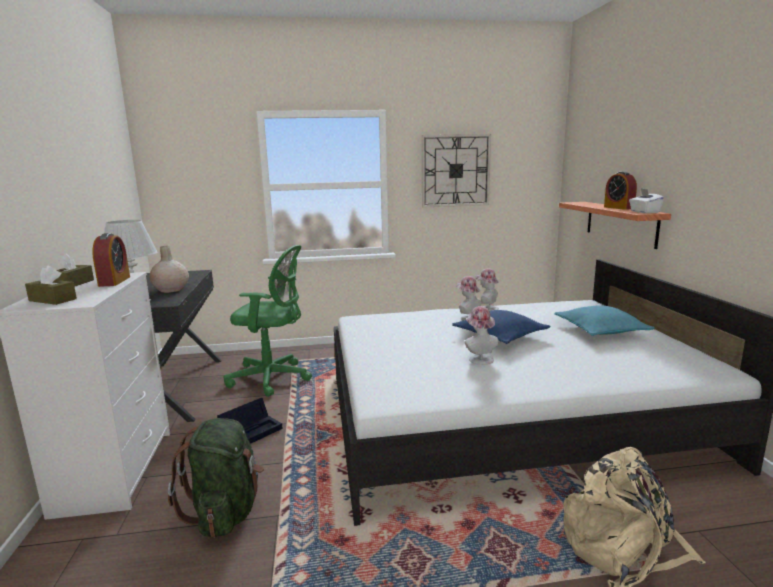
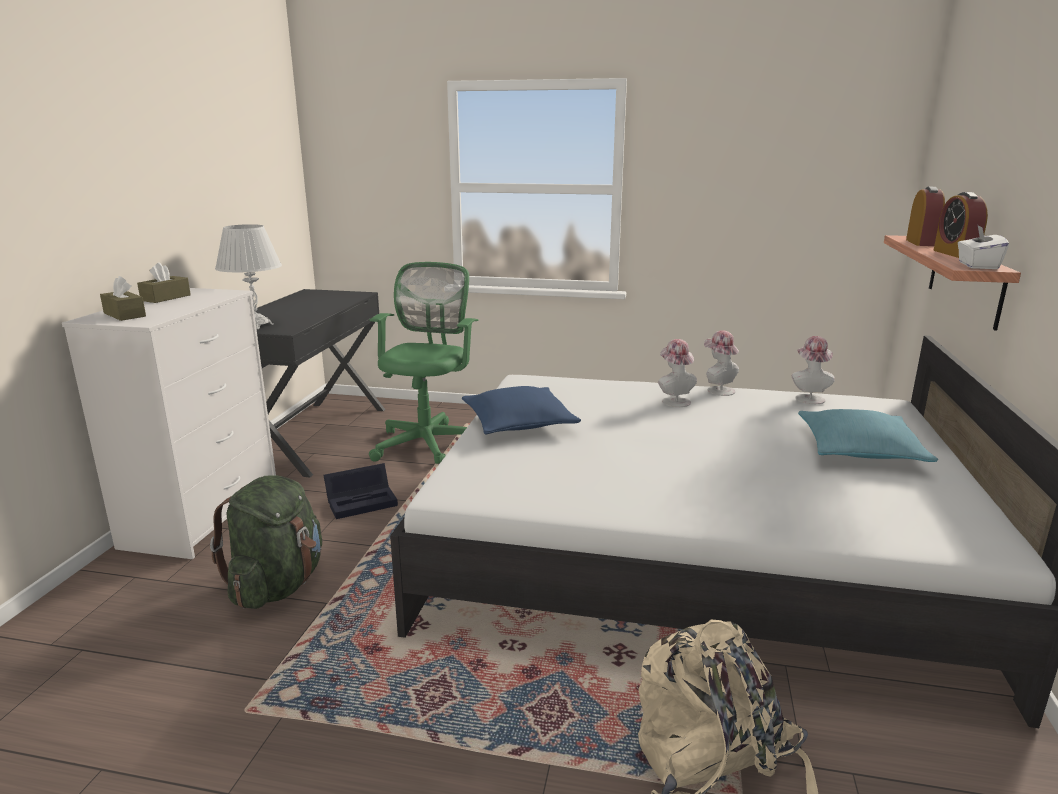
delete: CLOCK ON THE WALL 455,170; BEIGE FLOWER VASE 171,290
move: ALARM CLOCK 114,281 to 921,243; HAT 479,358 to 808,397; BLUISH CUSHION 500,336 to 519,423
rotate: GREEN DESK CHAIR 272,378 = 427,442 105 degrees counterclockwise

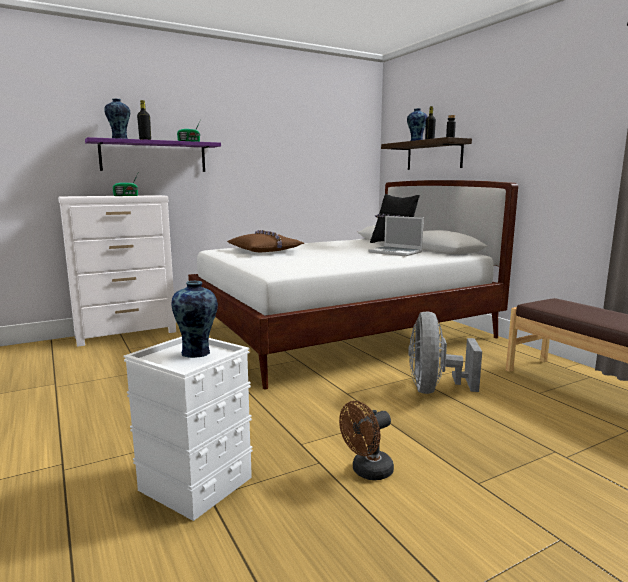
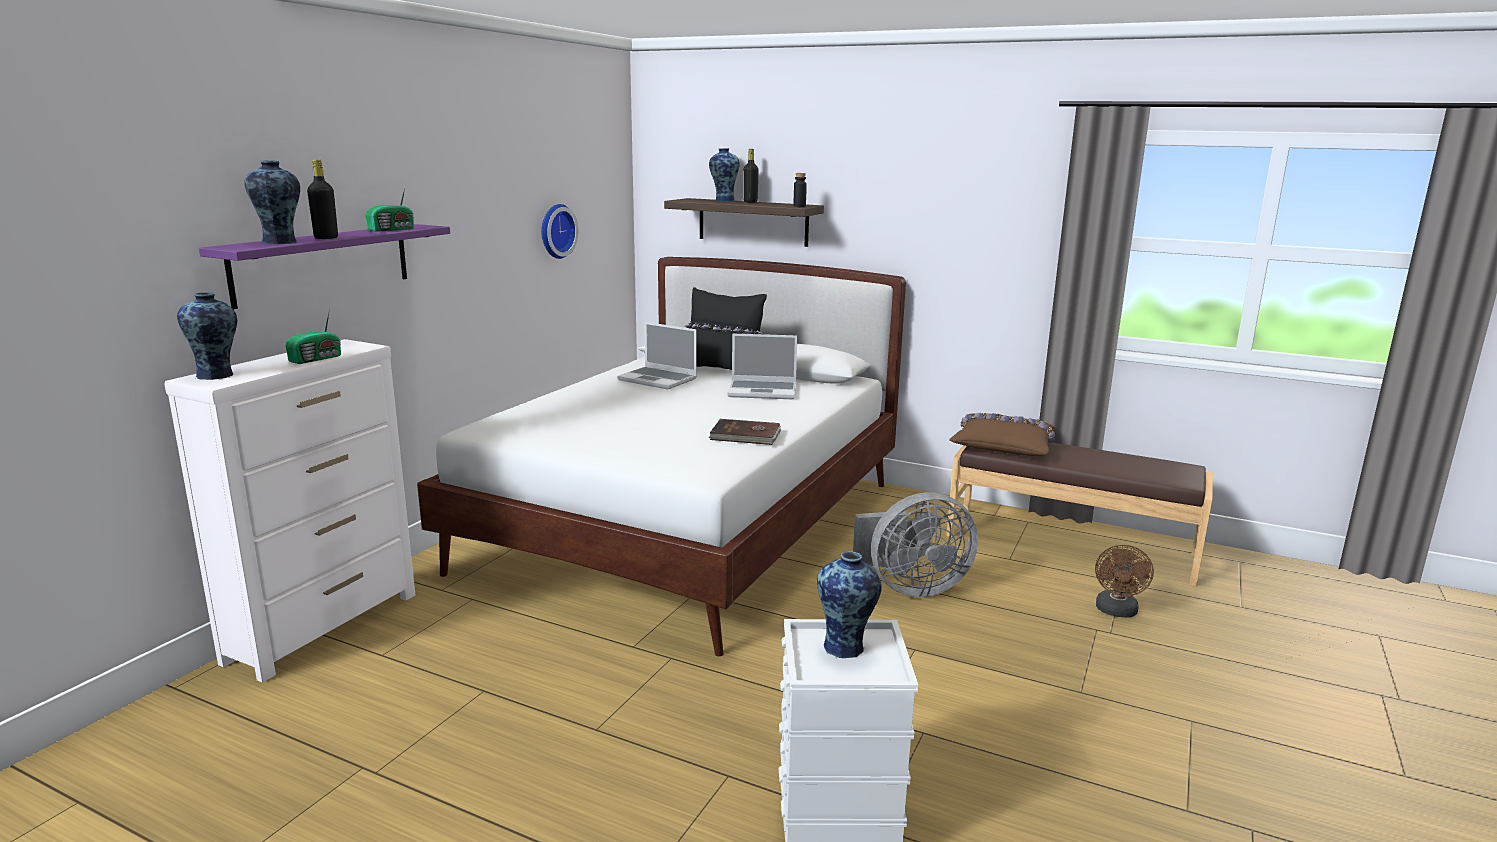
insert: CLOCK ON THE WALL 555,231; FLOWER VASE 217,376; PORTABLE COMPUTER 659,379; BROWN-COLOURED VOLUME 745,436
move: BROWN-COLOURED CUSHION 265,250 to 1003,445; BROWN-COLOURED FAN 367,472 to 1116,612
rotate: GRAY FAN 434,389 = 911,588 75 degrees counterclockwise

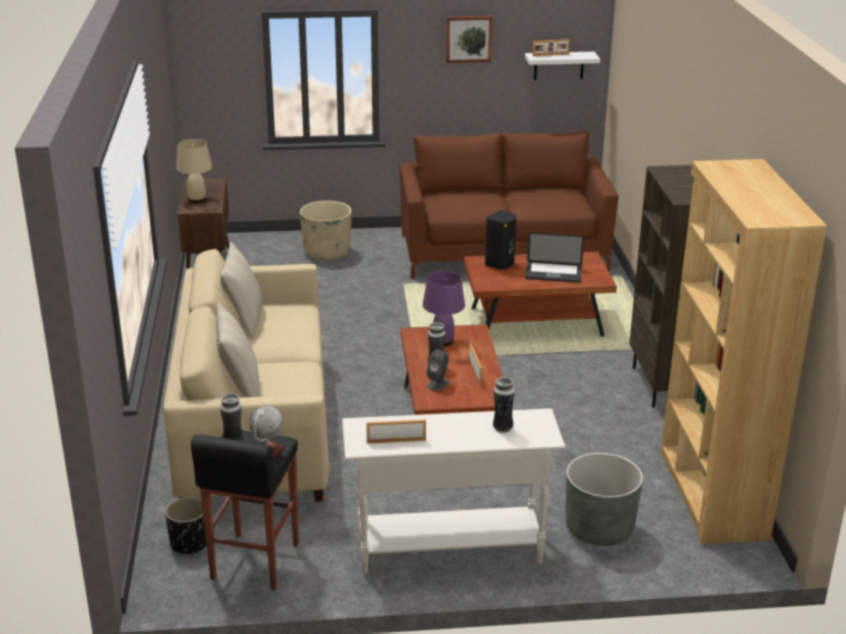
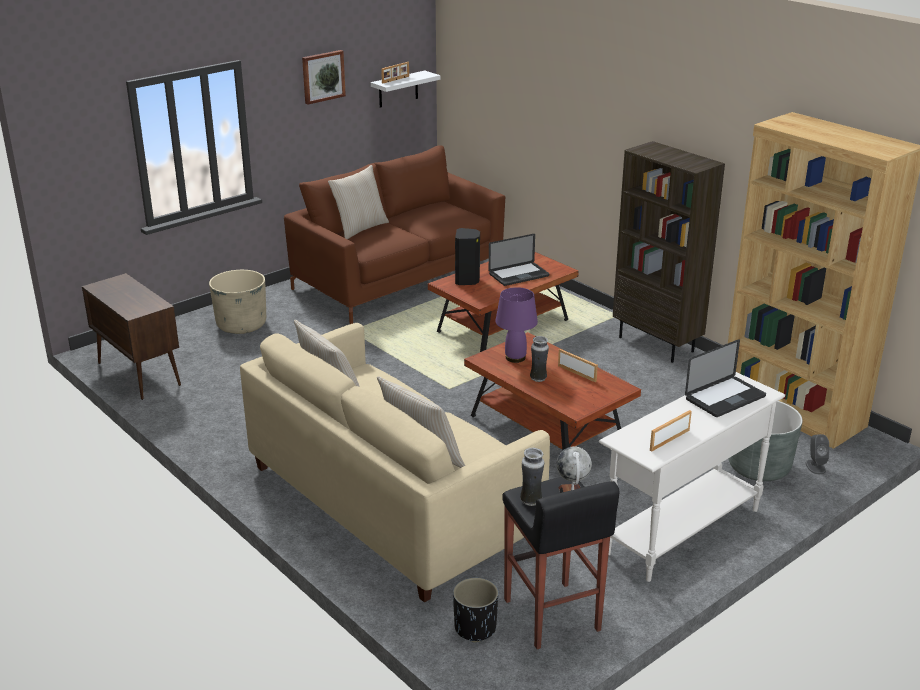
delete: BEIGE TABLE LAMP 197,199
insert: BEIGE CUSHION 360,228
move: GRAY SPEAKER 438,384 to 815,466
replace: FLOWER VASE 502,427 to PORTABLE COMPUTER 725,398

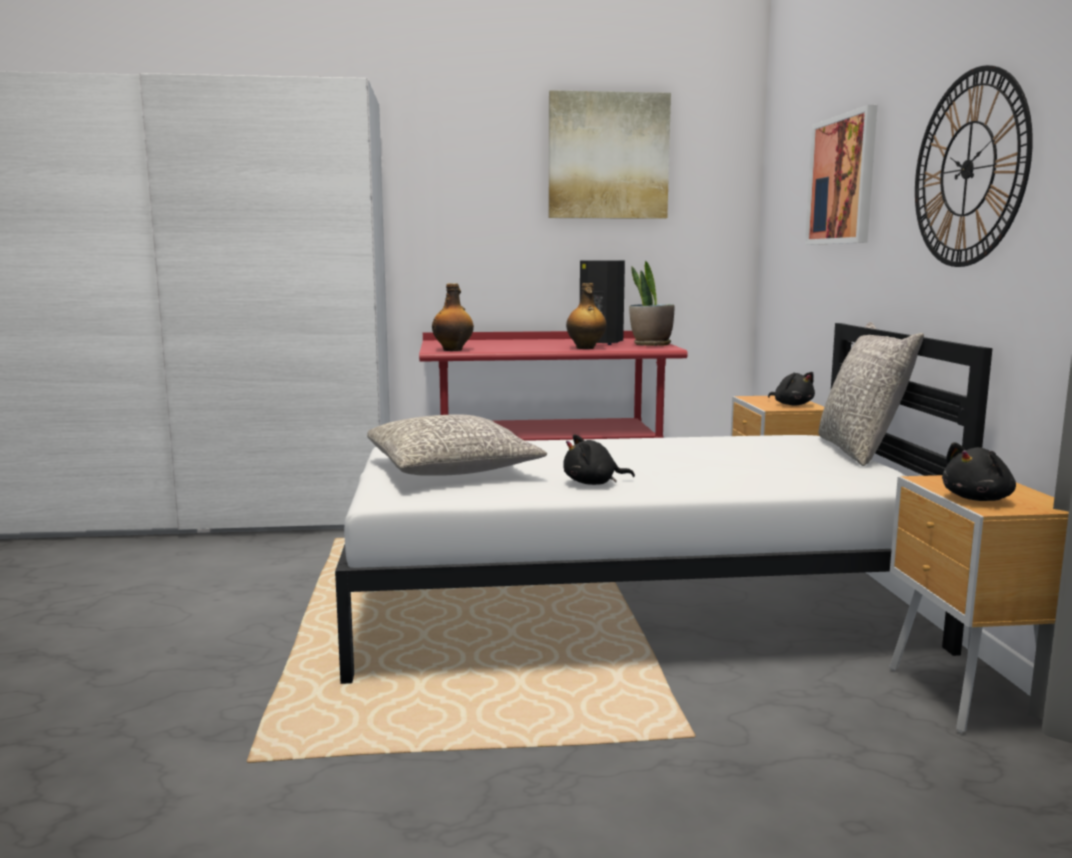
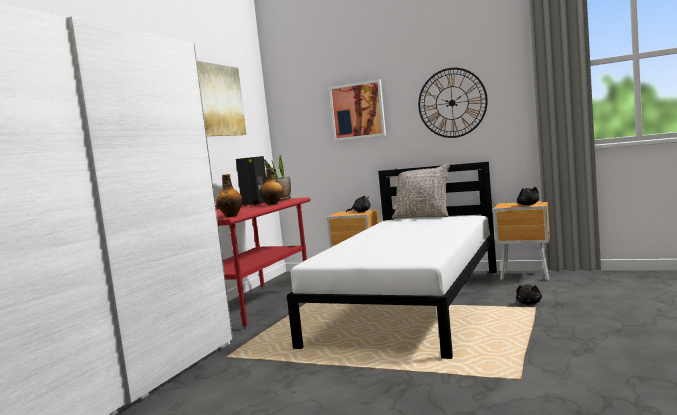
delete: GRAY CUSHION 452,469
move: BLACKISH SOFT TOY 593,483 to 529,303

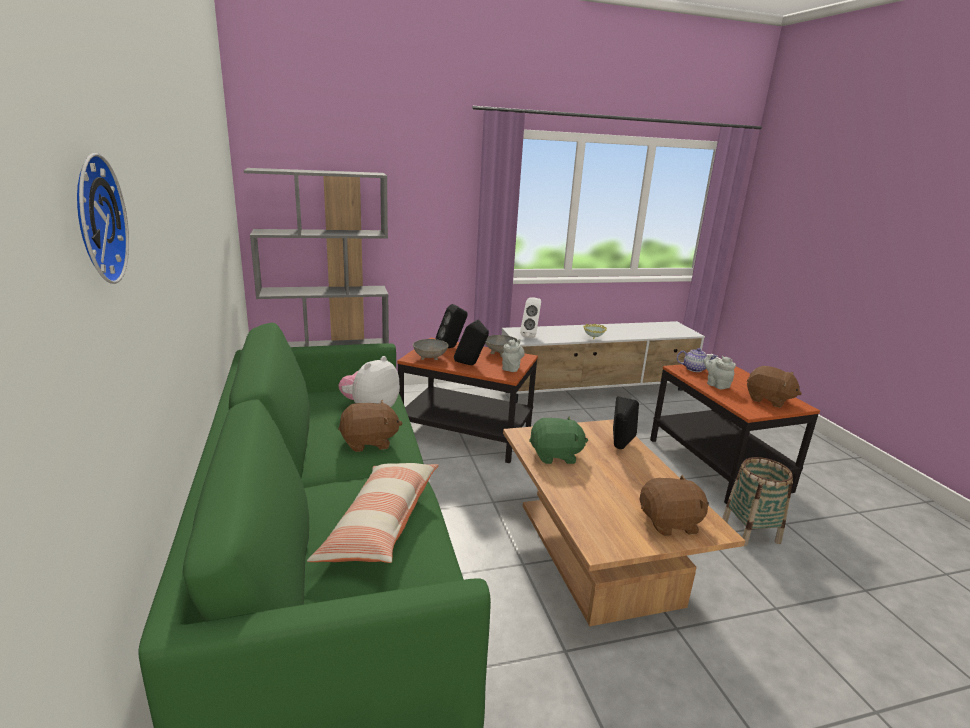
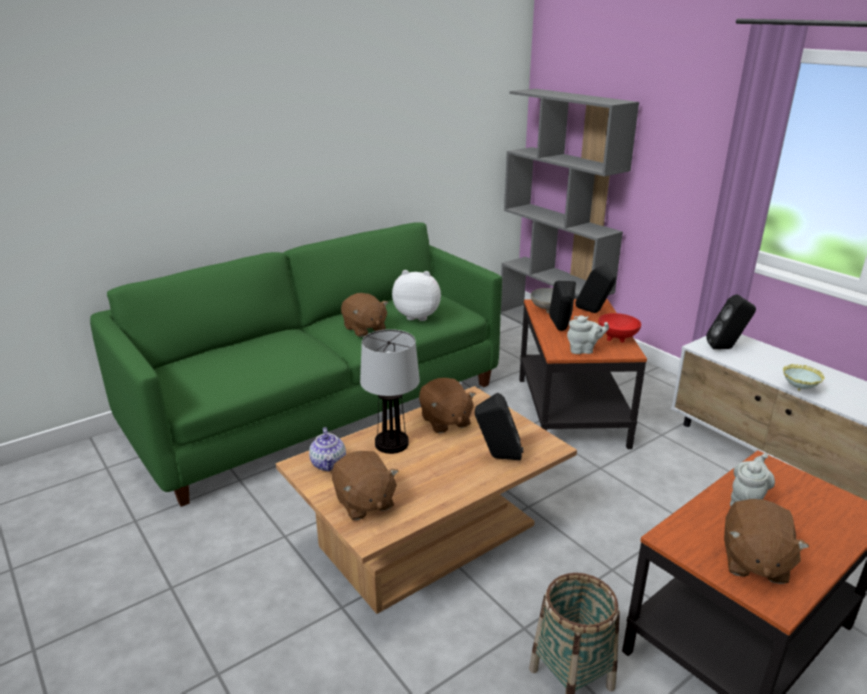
delete: CLOCK ON THE WALL 93,219; CUSHION 381,524
insert: TABLE LAMP 392,444
move: TEA POT 694,369 to 329,464
recolor: WHITISH SPEAKER 531,336 to BLACKISH SPEAKER 726,348; GRAY BOWL 501,353 to RED-COLOURED BOWL 618,338; GREEN SOFT TOY 555,455 to BROWN-COLOURED SOFT TOY 445,421

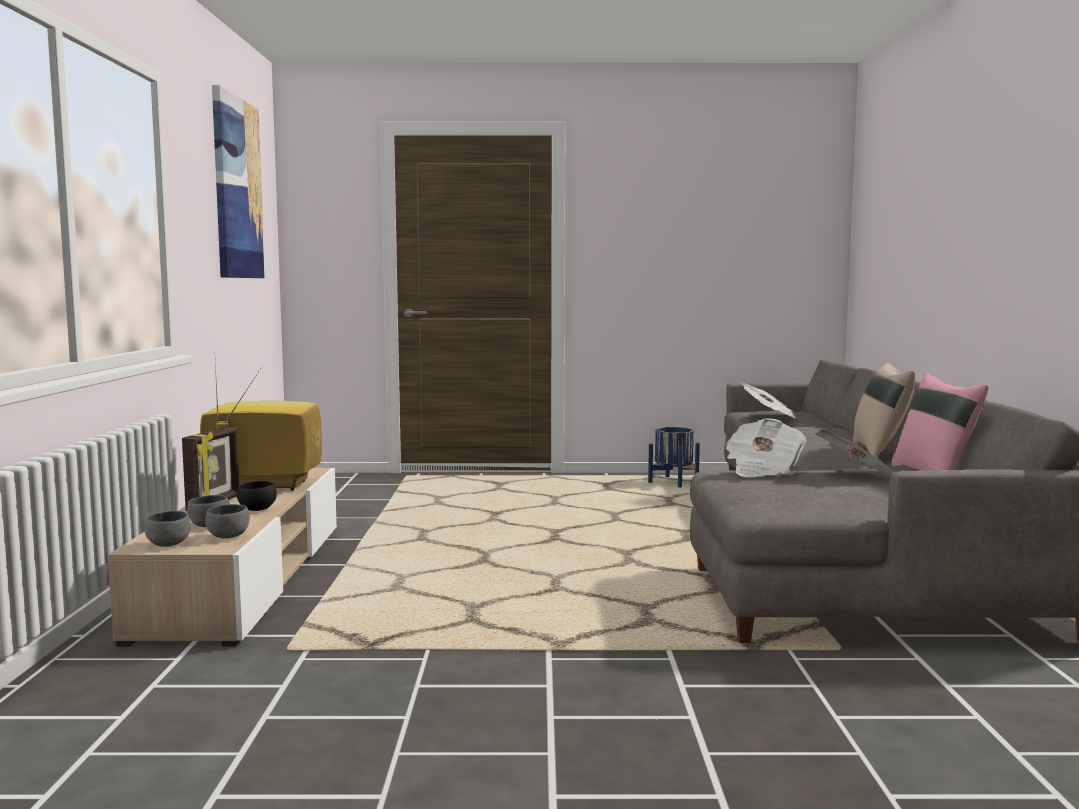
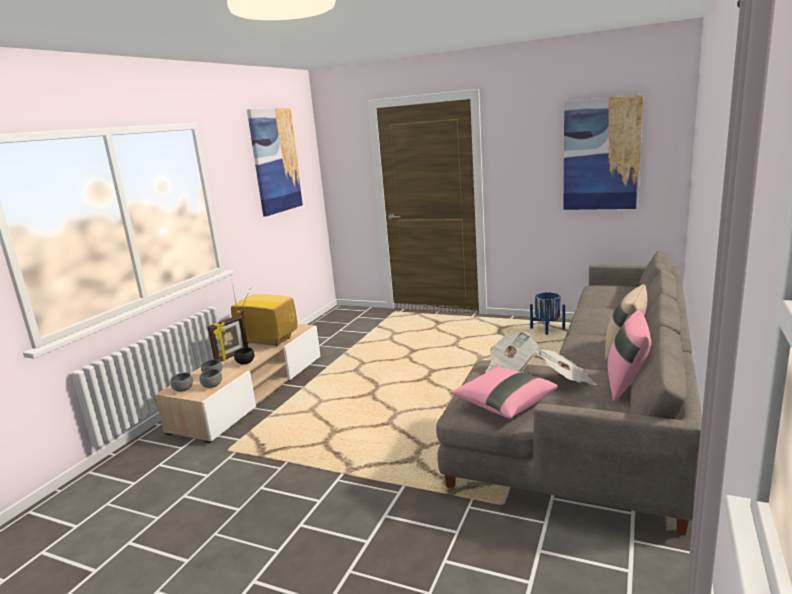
delete: PRINTED PAPER 768,416
insert: WALL ART 601,154; PINK CUSHION 503,404

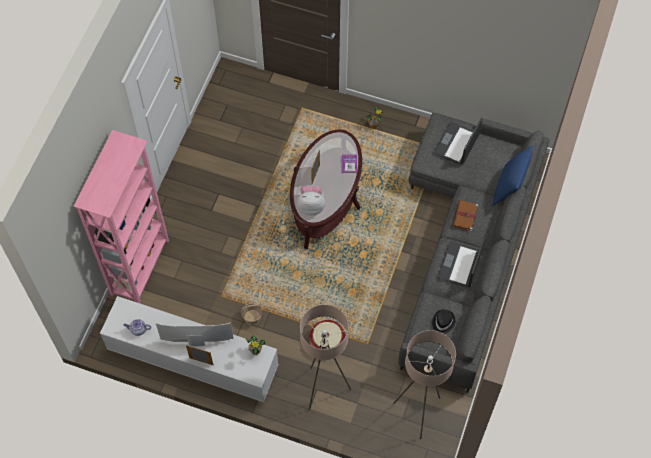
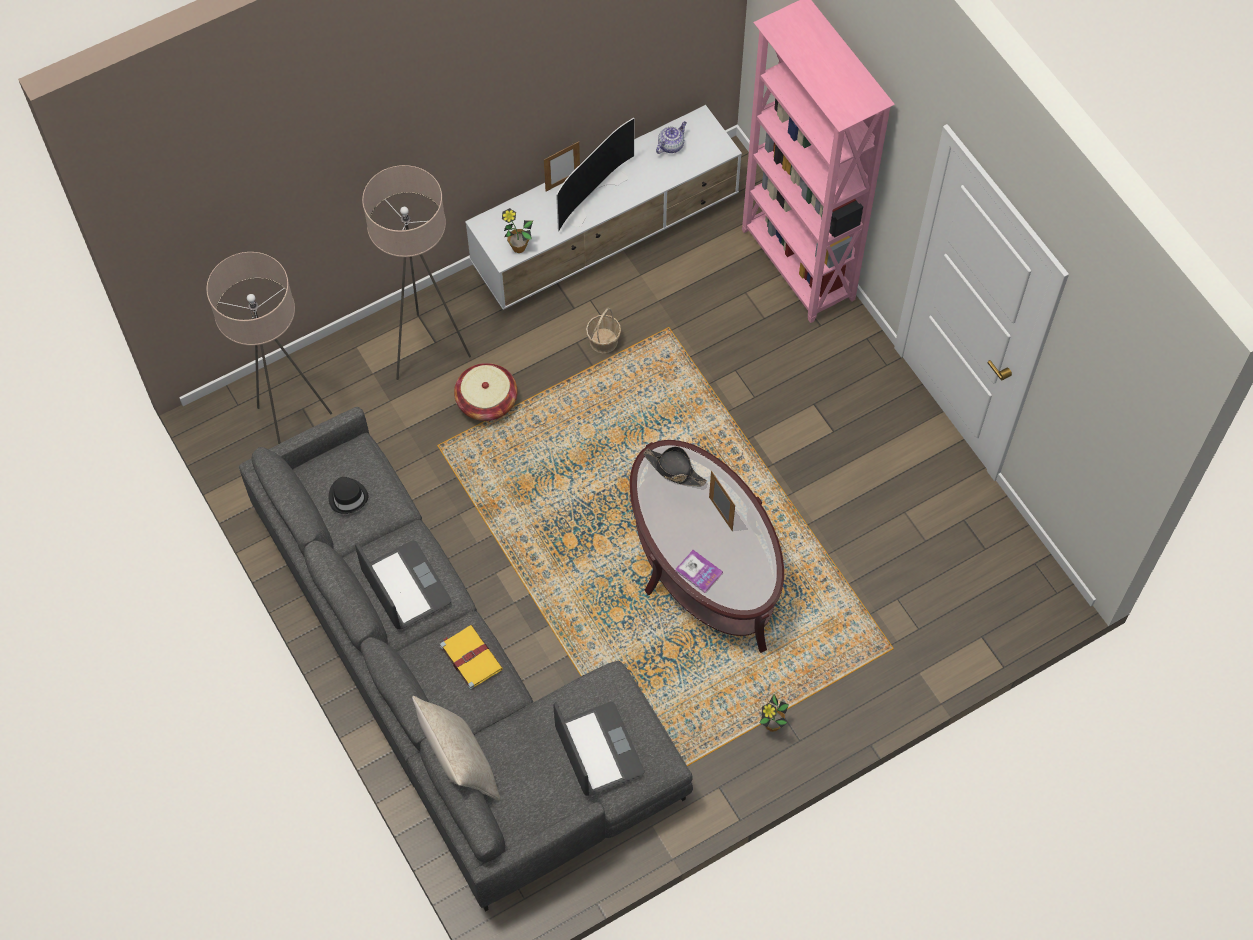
replace: SOFT TOY 311,206 to BLACKISH HAT 674,470
recolor: BLUISH CUSHION 509,187 to BEIGE CUSHION 460,765; BROWN-COLOURED VOLUME 465,216 to YELLOW-COLOURED VOLUME 470,657

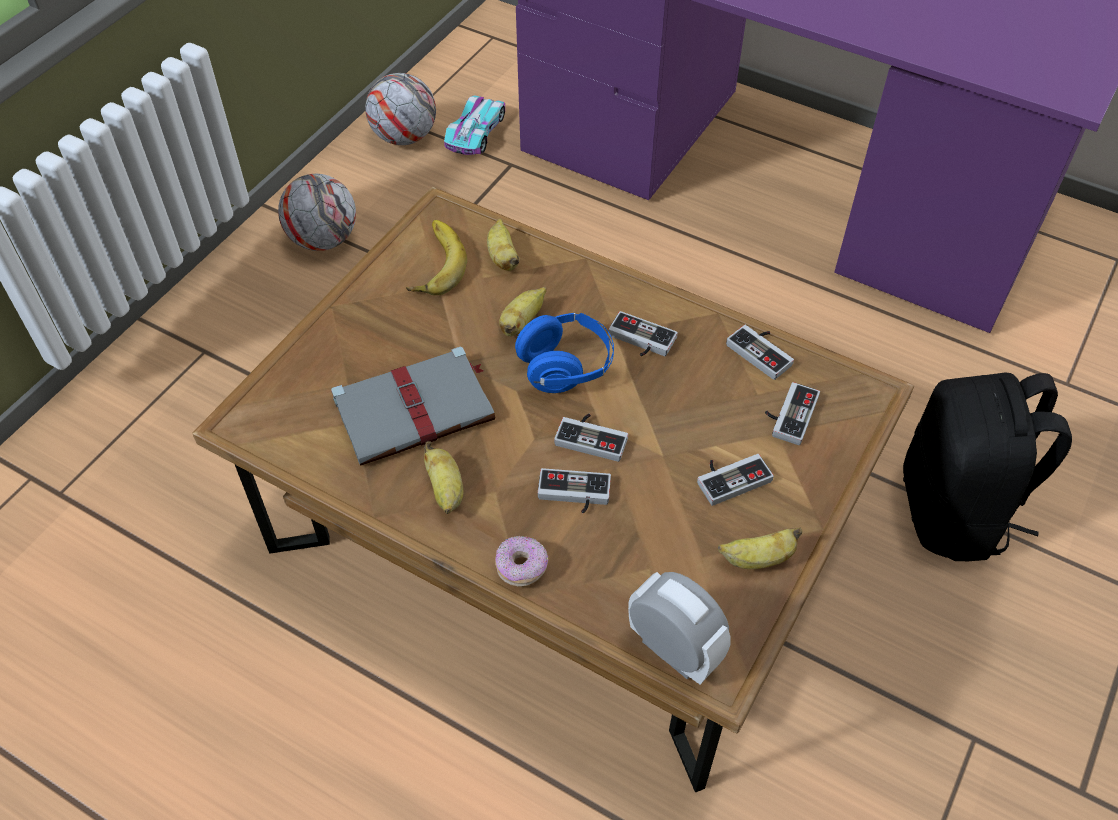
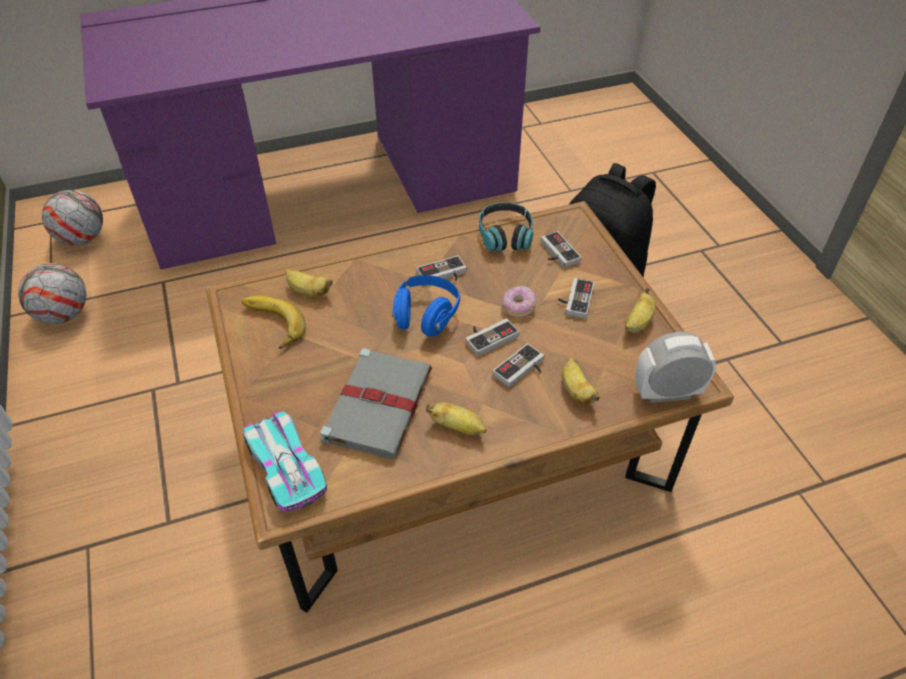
move: TOY CAR 476,131 to 285,465; BALL FOR FOOTBALL 323,239 to 82,238; WHOLE BANANA 522,322 to 576,391; RING DOUGHNUT 521,567 to 518,307
replace: GAMEPAD 763,351 to HEADSET 505,235

